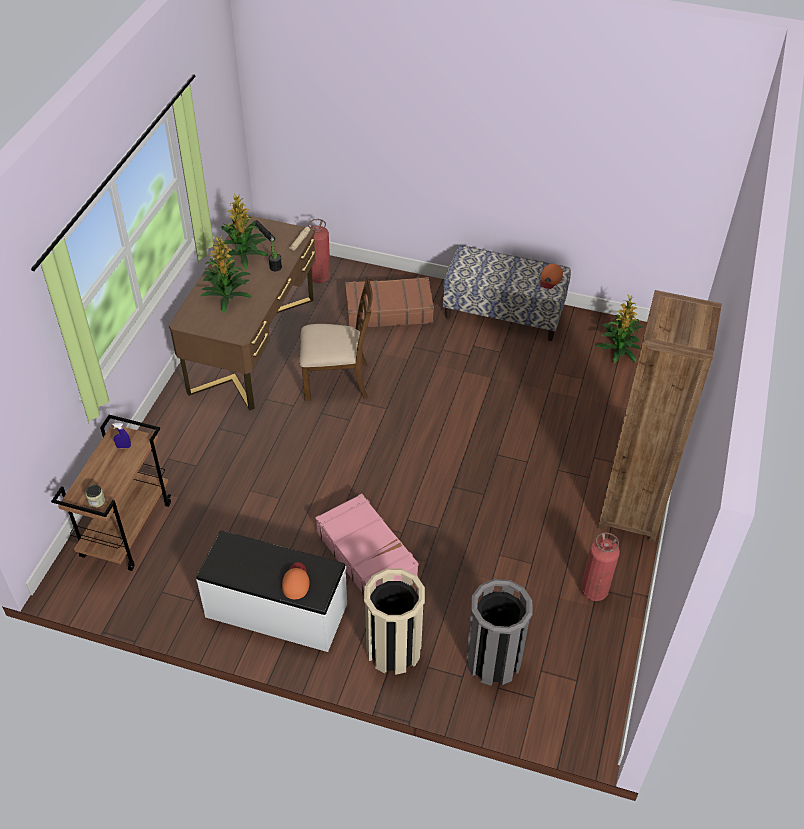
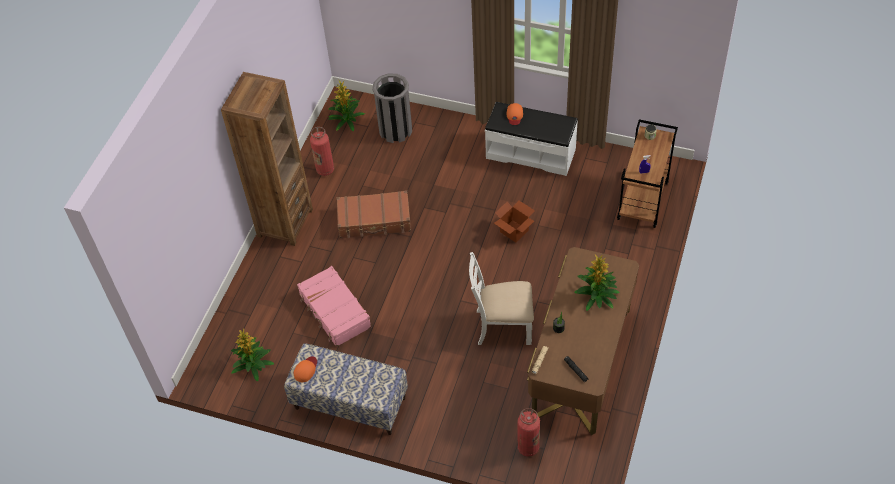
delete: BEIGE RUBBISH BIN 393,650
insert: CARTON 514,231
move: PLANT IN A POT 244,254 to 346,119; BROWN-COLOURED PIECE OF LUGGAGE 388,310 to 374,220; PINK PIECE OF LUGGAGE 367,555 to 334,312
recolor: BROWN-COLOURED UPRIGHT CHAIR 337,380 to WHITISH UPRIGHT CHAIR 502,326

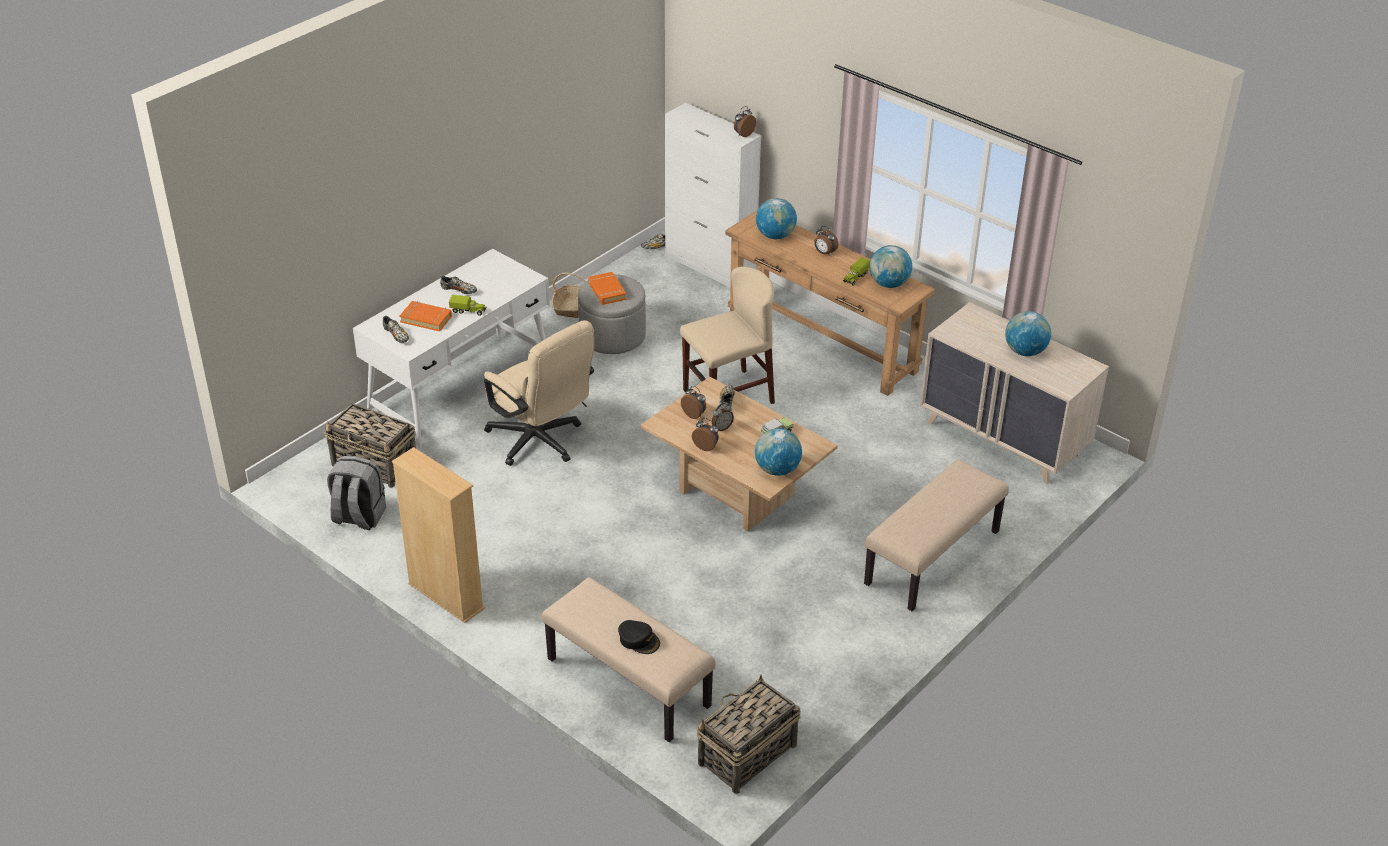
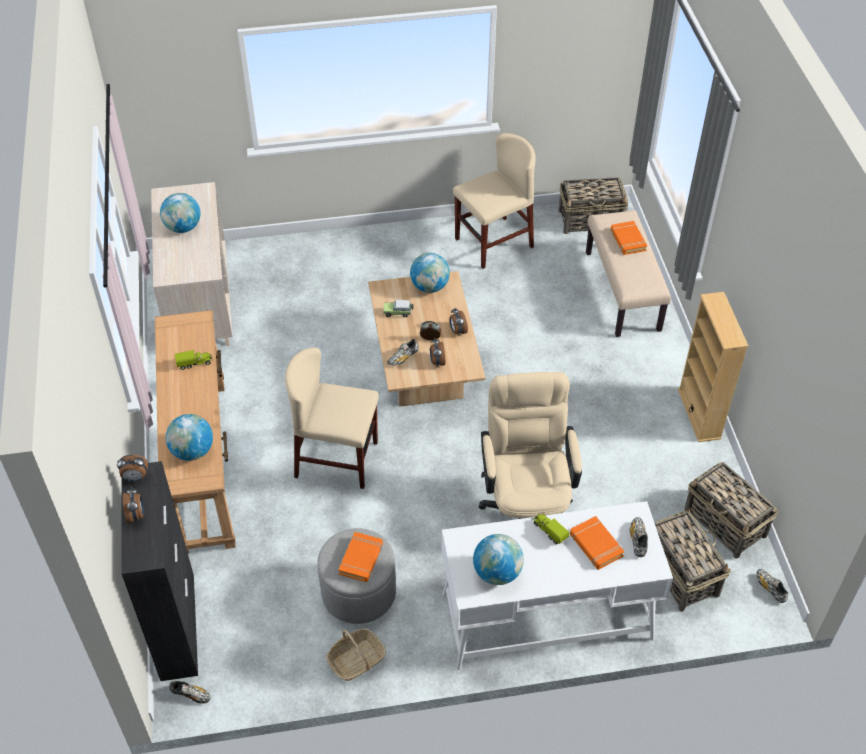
delete: BEIGE INDOOR BENCH 933,558
insert: BEIGE UPRIGHT CHAIR 493,243
move: ALARM CLOCK 824,253 to 136,515; WORLD GLOBE 889,284 to 497,572; ITEM OF FOOTWEAR 459,291 to 770,588
replace: GRAY RUCKSACK 358,517 to HOUSEHOLD BASKET 725,523; BLACKISH PEAKED CAP 639,640 to ORANGE VOLUME 627,240
recolor: WHITISH STORAGE CABINET 710,267 to BLACKISH STORAGE CABINET 178,625

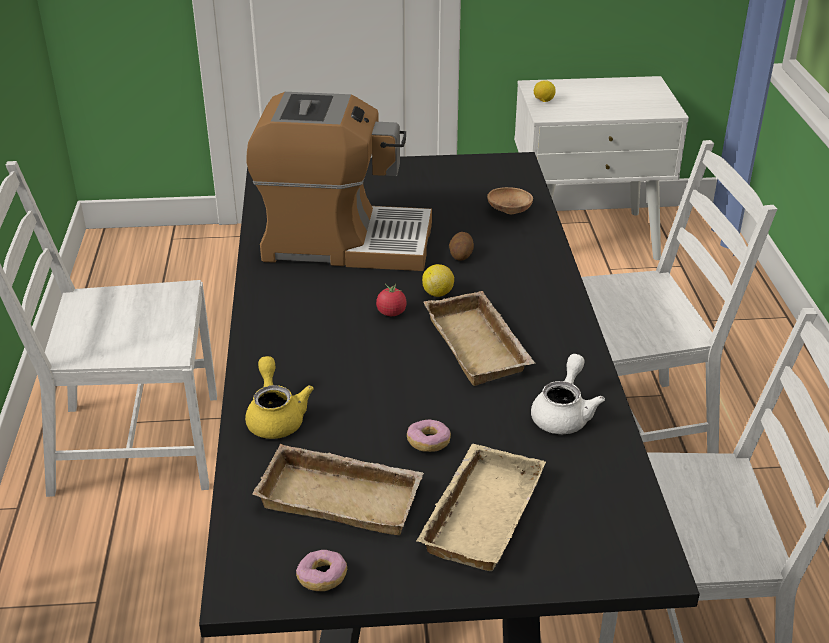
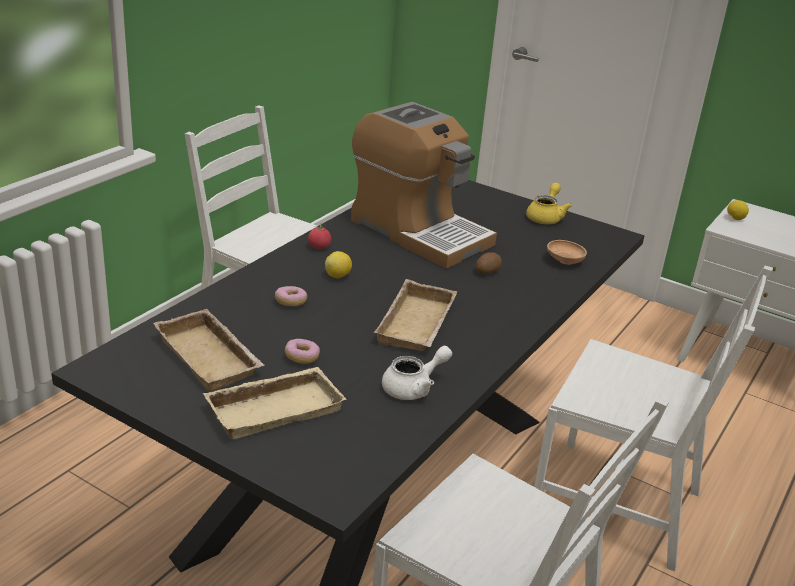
move: LEMON 438,293 to 338,276; WHOLE TOMATO 391,312 to 319,247; YELLOW-COLOURED TEA POT 276,417 to 546,217; RING DOUGHNUT 322,578 to 290,302

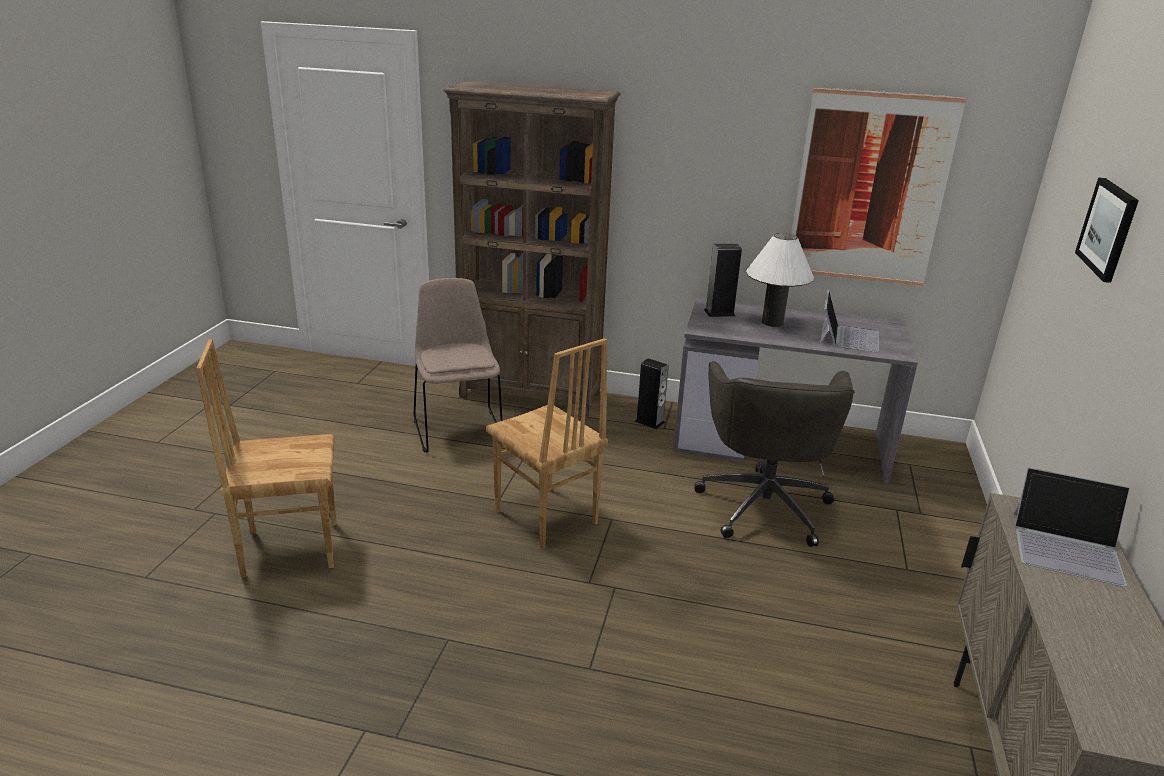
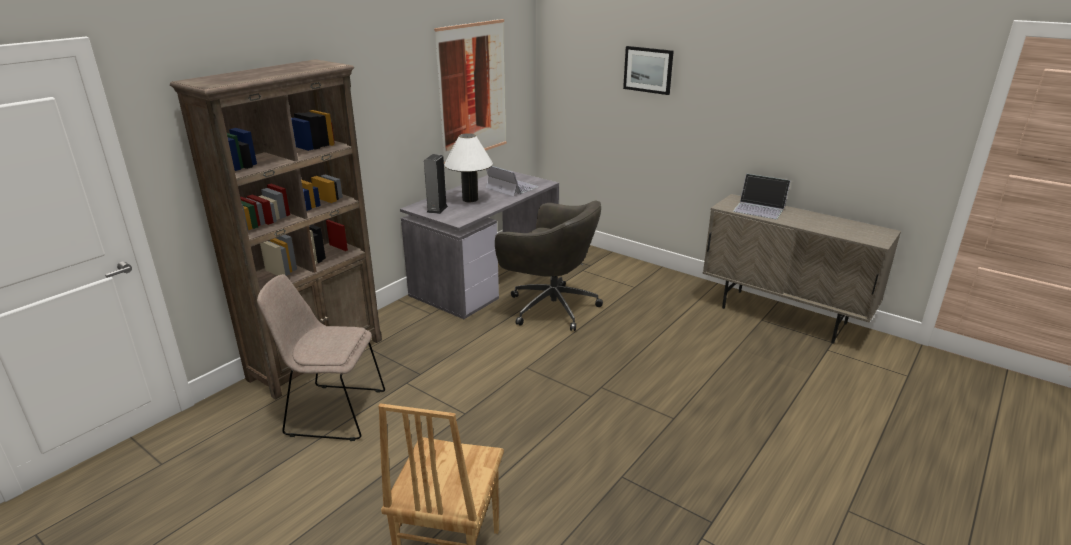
delete: BROWN-COLOURED UPRIGHT CHAIR 545,518; SPEAKER 649,422
rotate: PORTABLE COMPUTER 1067,547 = 760,208 75 degrees clockwise

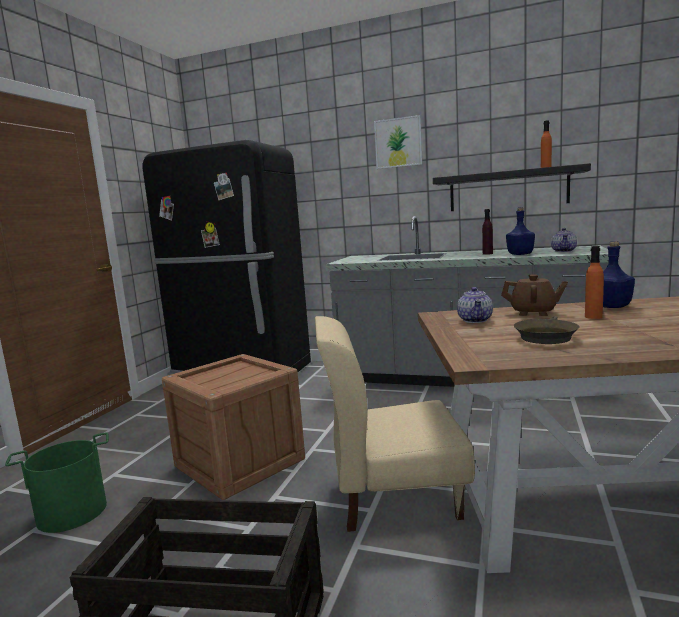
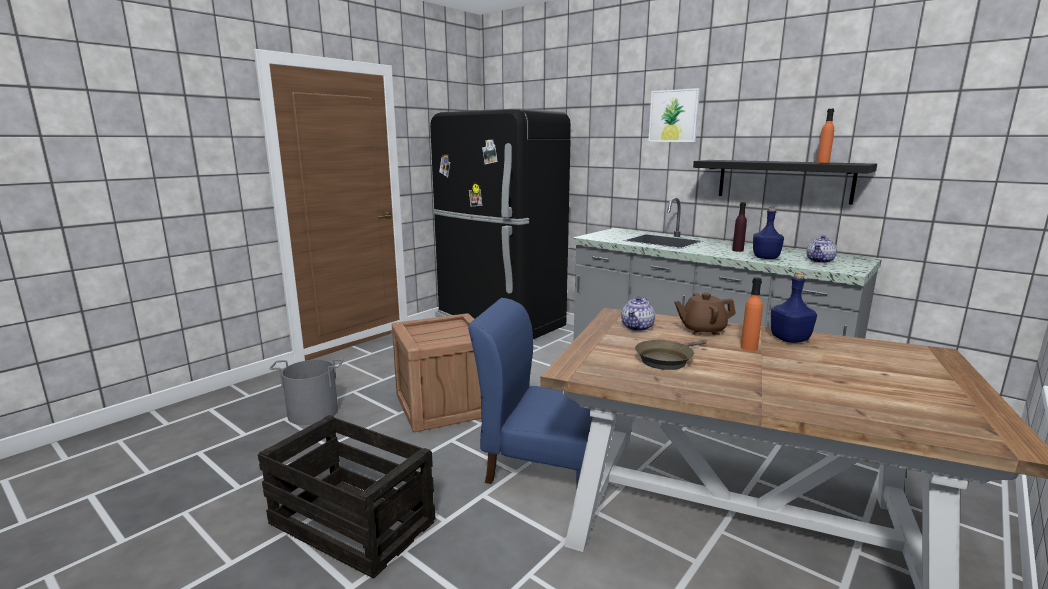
recolor: BEIGE UPRIGHT CHAIR 394,495 to BLUISH UPRIGHT CHAIR 542,466; GREEN WATER BUCKET 72,512 to GRAY WATER BUCKET 313,412
rotate: BROWN-COLOURED TEA POT 533,313 = 702,330 135 degrees clockwise

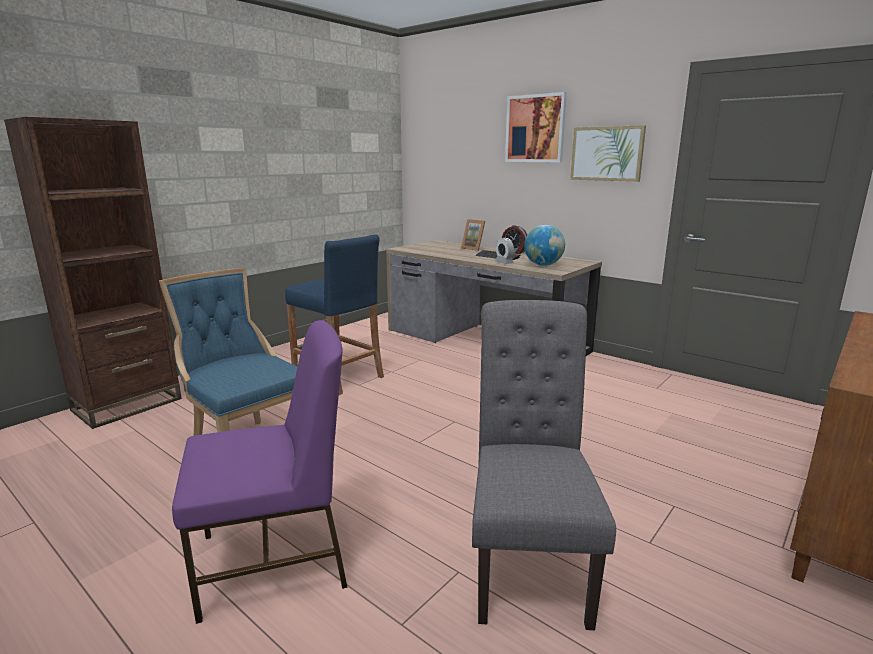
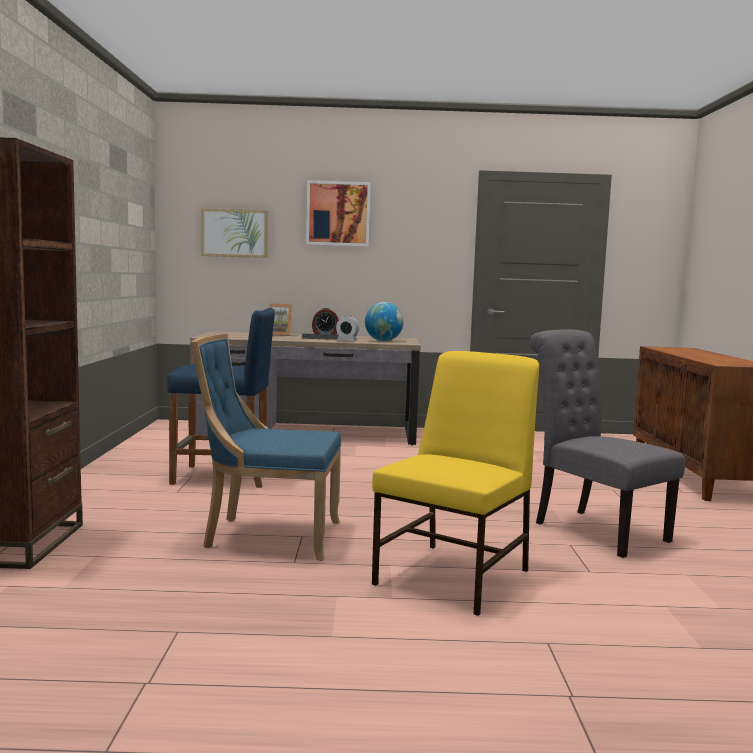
move: WALL ART 607,153 to 235,233
recolor: PURPLISH UPRIGHT CHAIR 276,560 to YELLOW-COLOURED UPRIGHT CHAIR 455,576

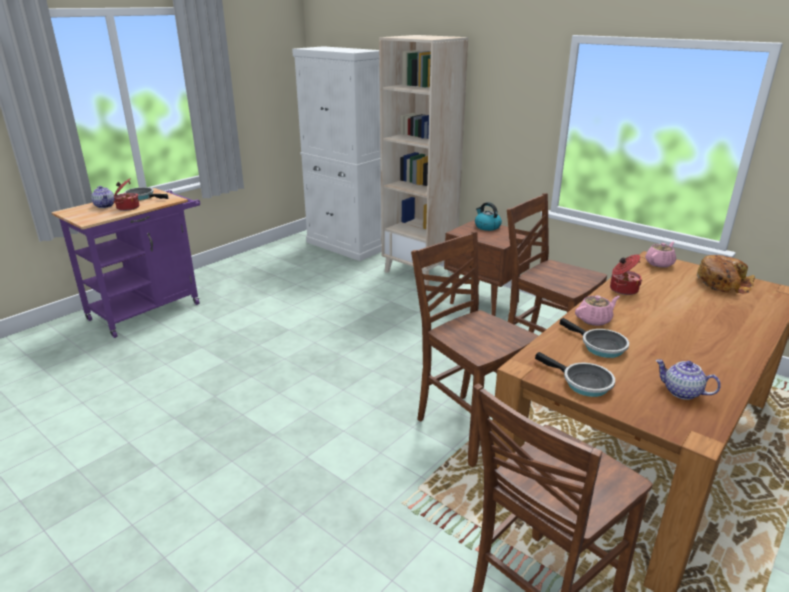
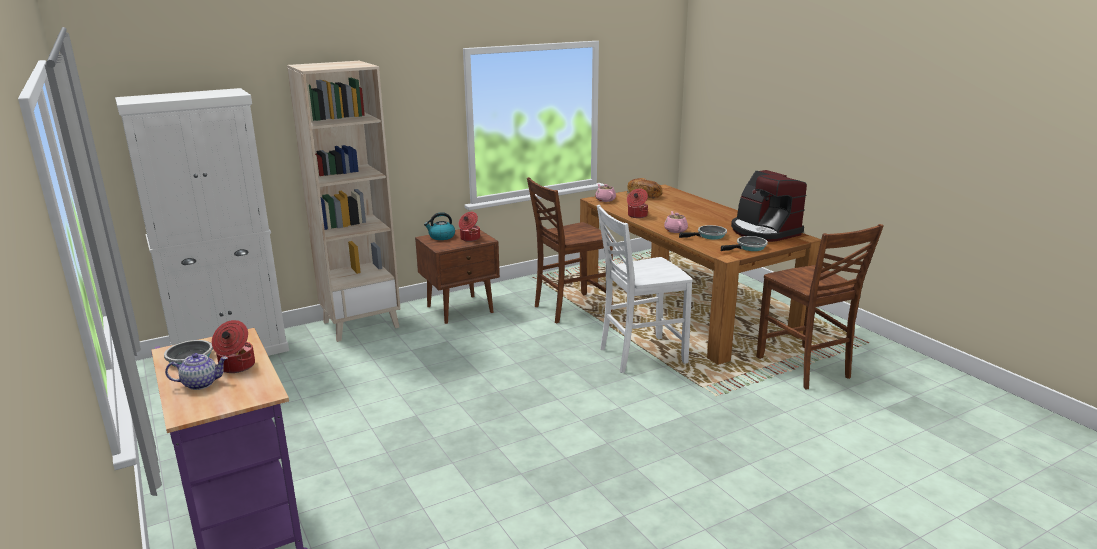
insert: COOKING POT 469,238
replace: TEA POT 681,392 to COFFEE MAKER 764,231
recolor: BROWN-COLOURED UPRIGHT CHAIR 467,426 to WHITISH UPRIGHT CHAIR 640,355

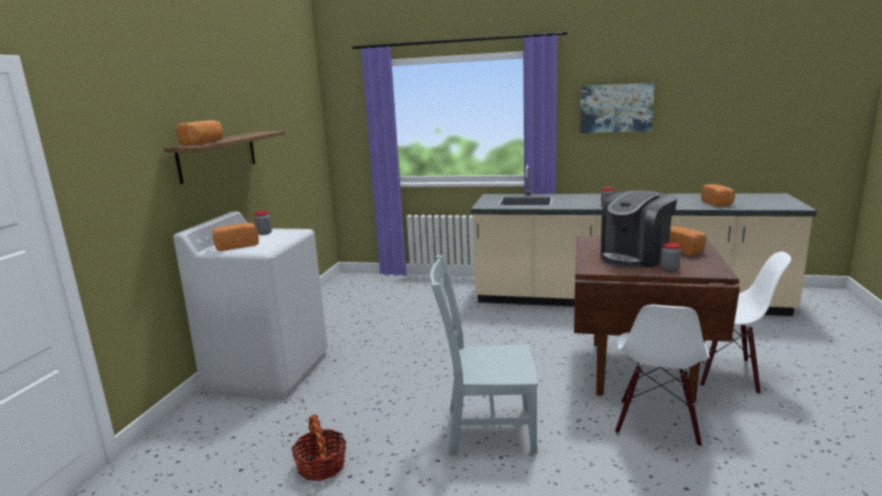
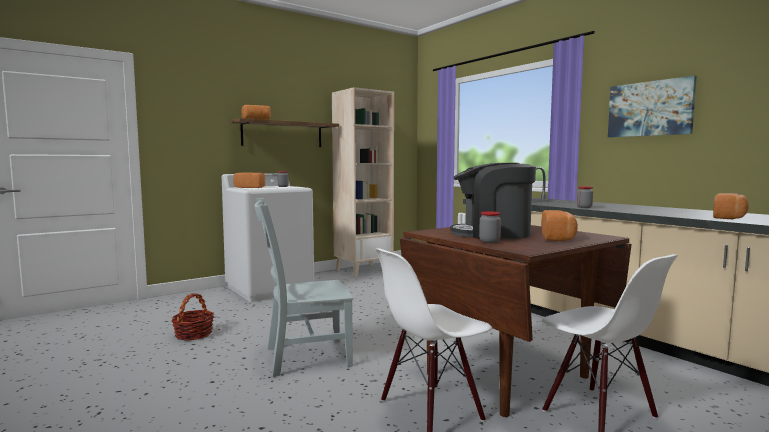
insert: BEIGE BOOKSHELF 363,270
rotate: GRAY UPRIGHT CHAIR 485,430 = 303,357 60 degrees counterclockwise

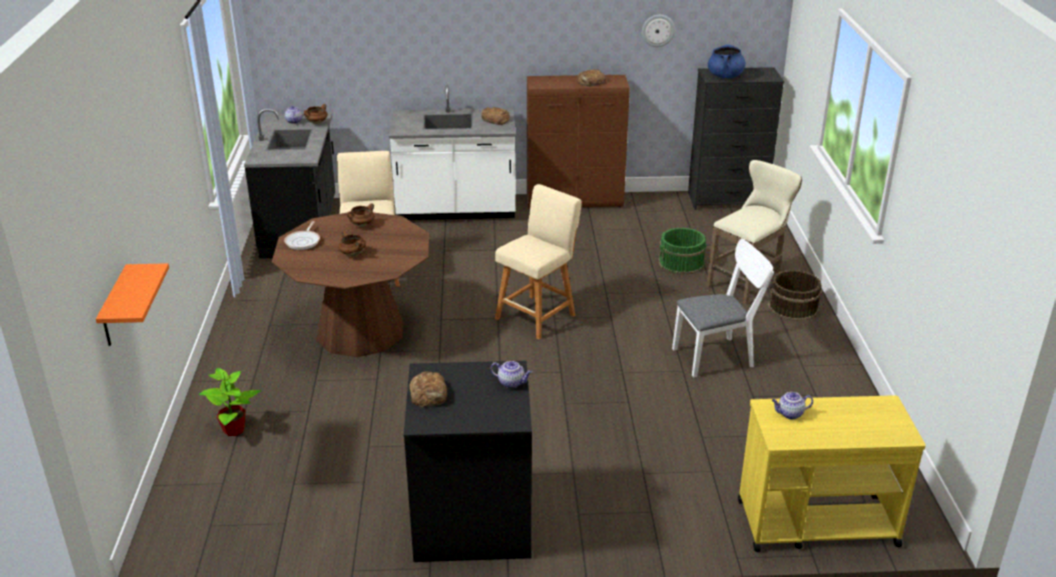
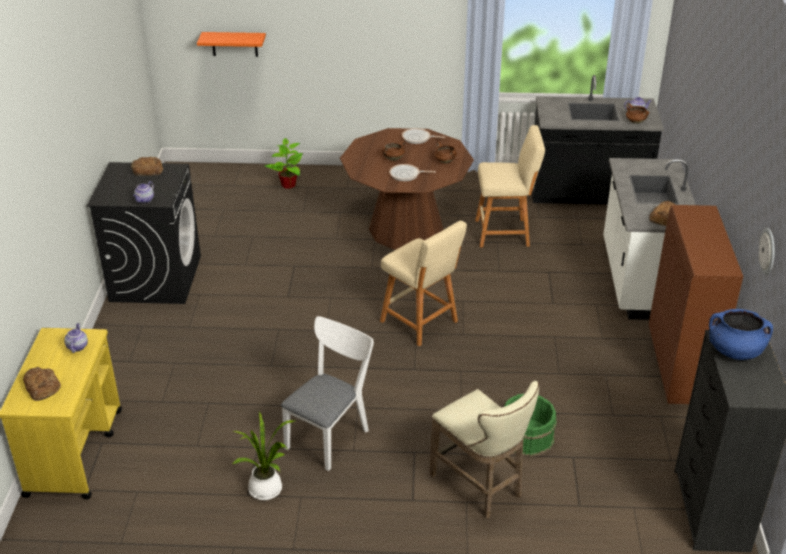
delete: BROWN-COLOURED WATER BUCKET 793,308
insert: SKILLET 406,175; PLANT IN A POT 268,490
move: BREAD 590,82 to 42,387
rotate: WHITISH UPRIGHT CHAIR 718,356 = 330,435 135 degrees counterclockwise

